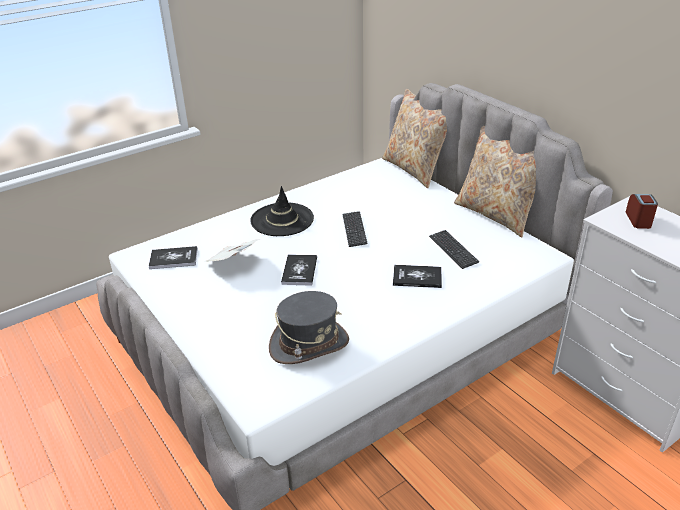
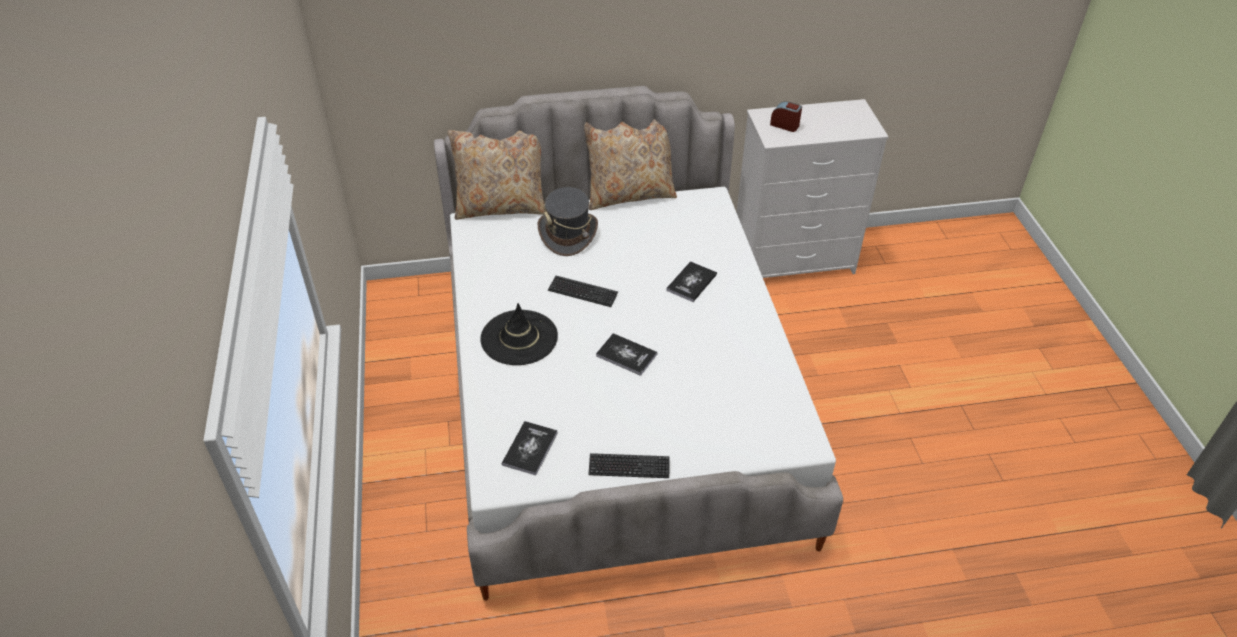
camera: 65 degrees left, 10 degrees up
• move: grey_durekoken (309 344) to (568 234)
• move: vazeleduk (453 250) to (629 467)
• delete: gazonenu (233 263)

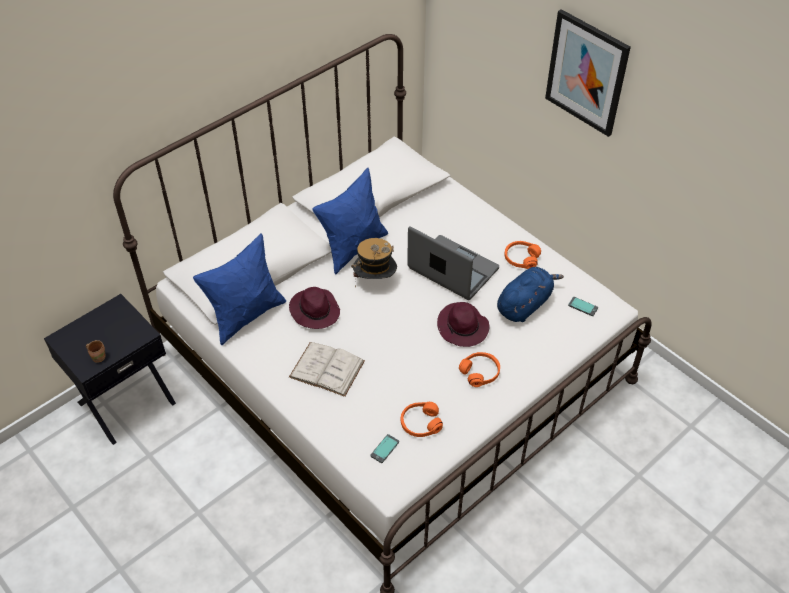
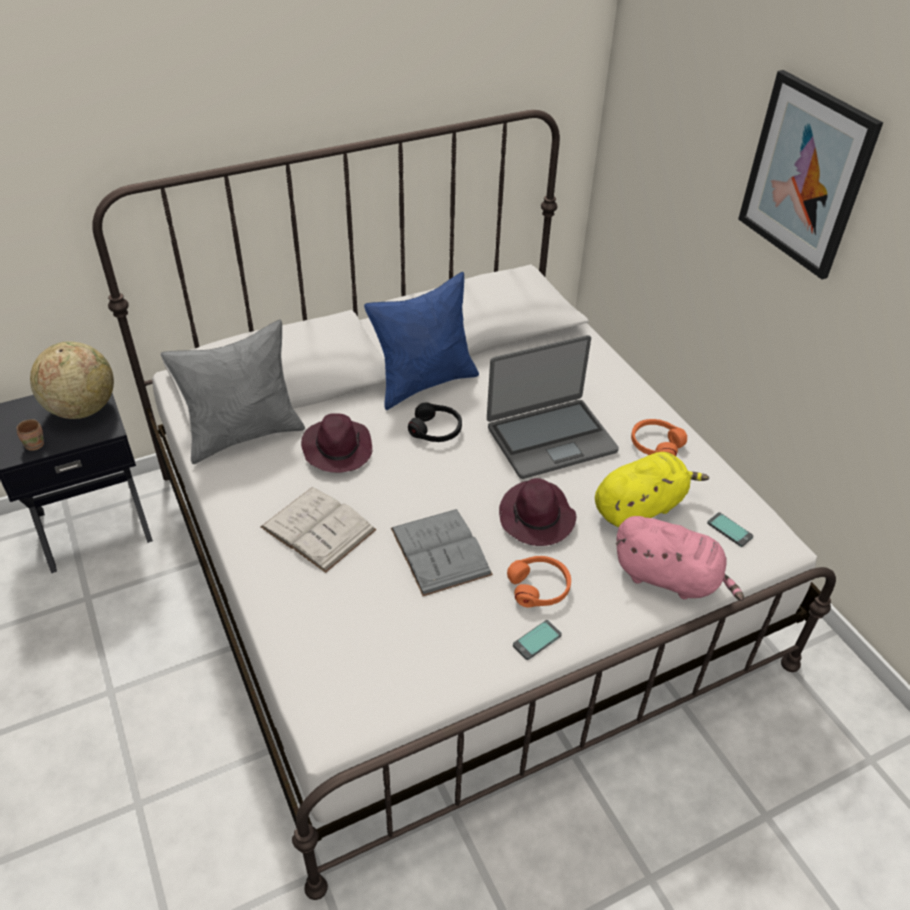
camera: 15 degrees right, 5 degrees down
• insert: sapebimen (82 409)
• recolor: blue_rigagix (246 315) to grey_rigagix (244 435)
• insert: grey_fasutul (440 551)
• replace: durekoken (375 281) to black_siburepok (436 430)
• rotate: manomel (452 269) = (550 438) 105 degrees clockwise
• move: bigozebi (385 449) to (537 640)
• recolor: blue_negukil (525 305) to yellow_negukil (640 507)
• insert: pink_negukil (670 578)
• delete: orange_siburepok (420 423)

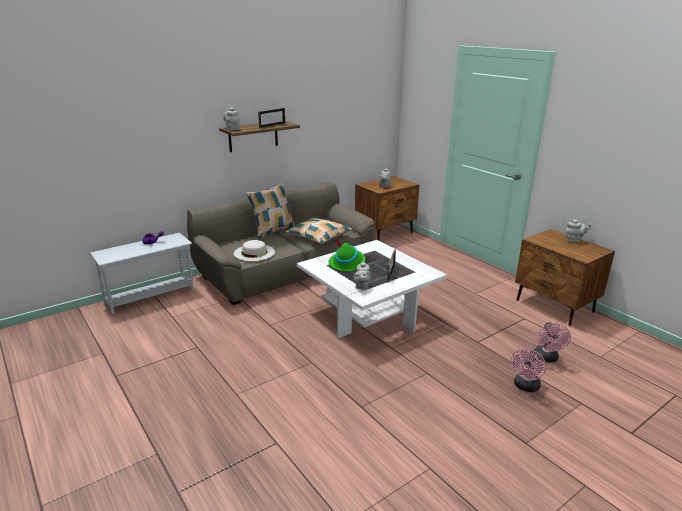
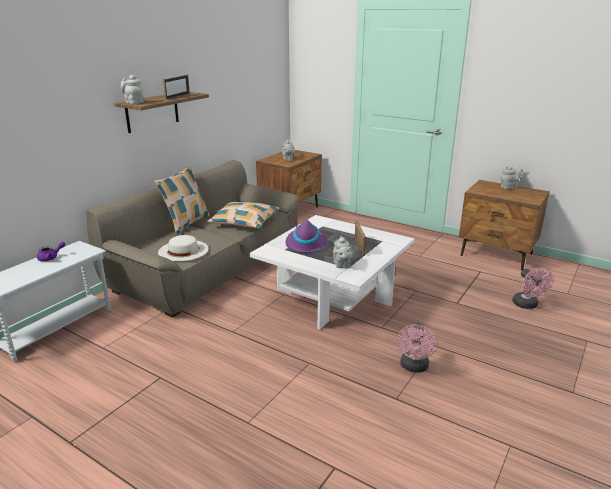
camera: 20 degrees left, 0 degrees up
• recolor: green_durekoken (347 263) to purple_durekoken (305 244)
• move: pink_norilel (525 387) to (414 367)

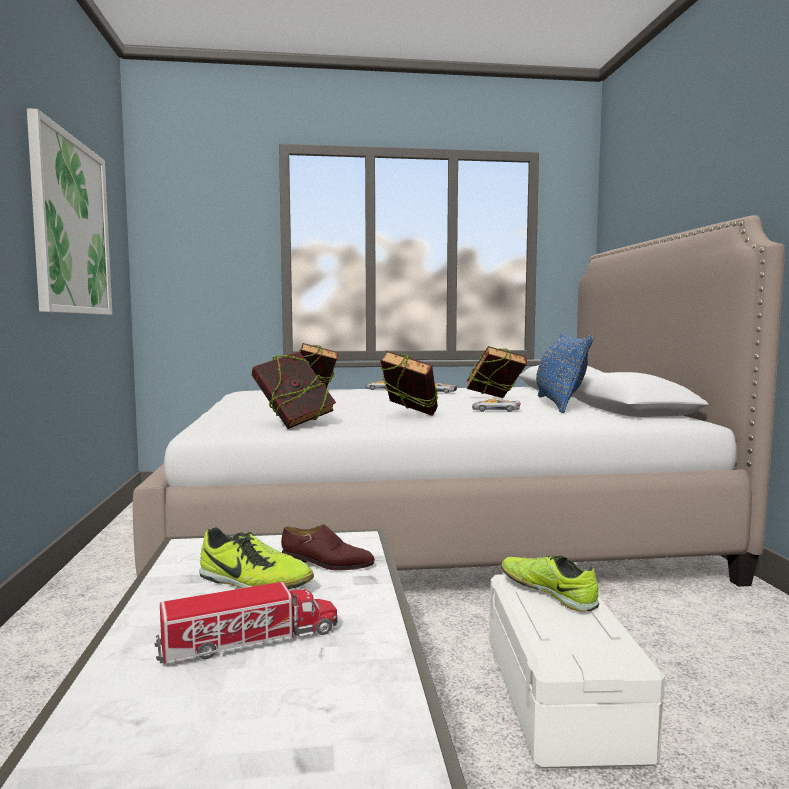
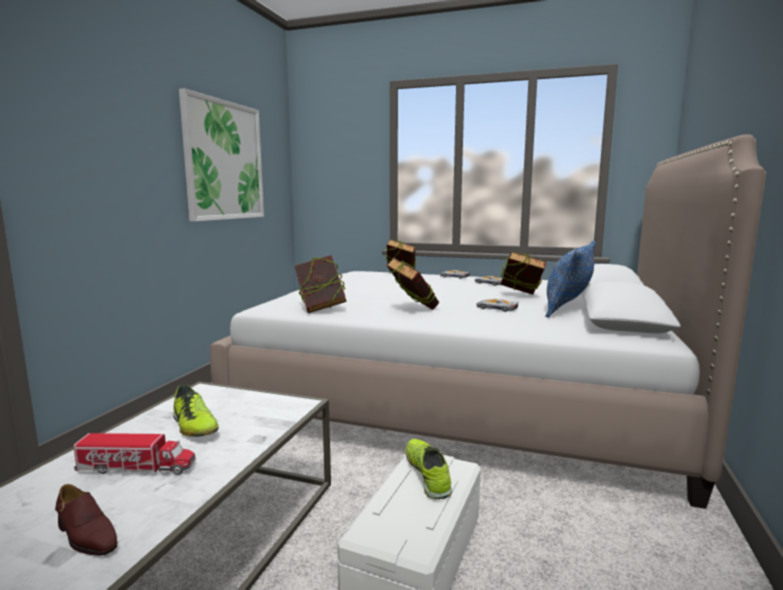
camera: 25 degrees right, 5 degrees up
• move: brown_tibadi (327 564) to (86 536)

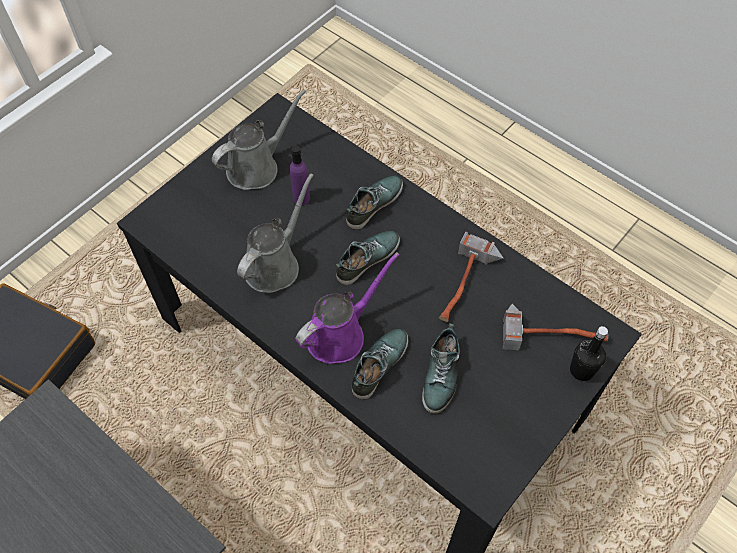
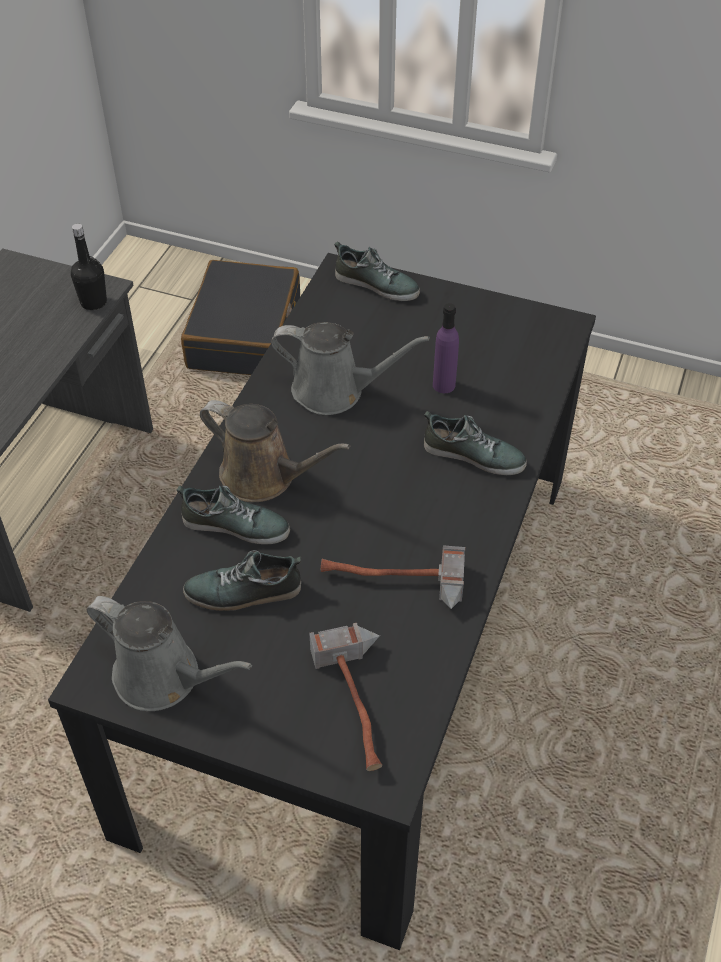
camera: 70 degrees right, 10 degrees down
• move: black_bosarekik (581 370) to (93 302)
• move: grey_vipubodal (257 167) to (164 677)
• recolor: purple_vipubodal (340 334) to brown_vipubodal (264 477)
• move: tibadi (367 259) to (377 284)

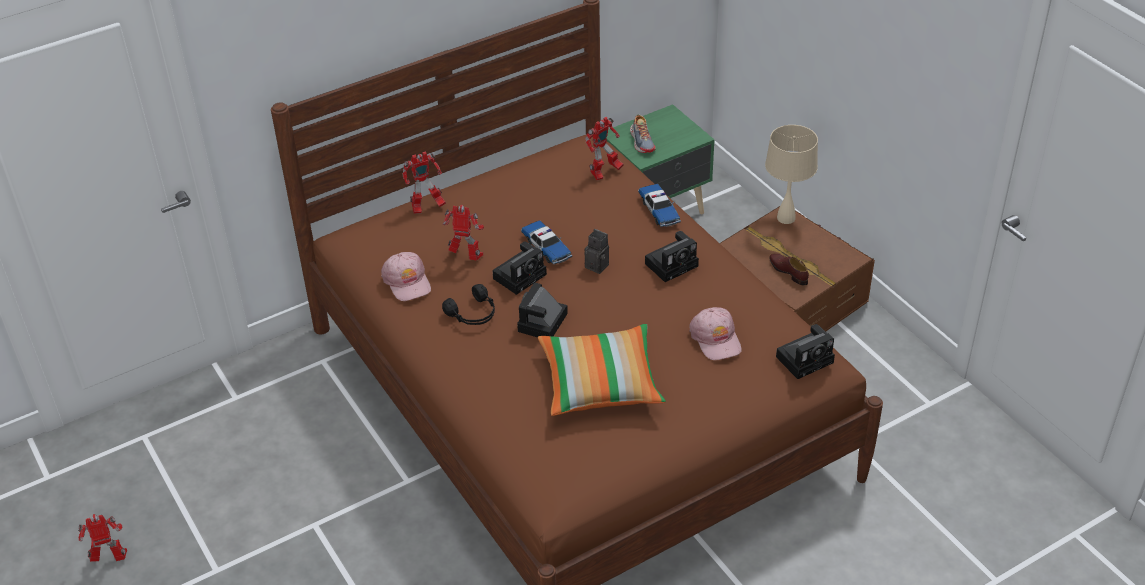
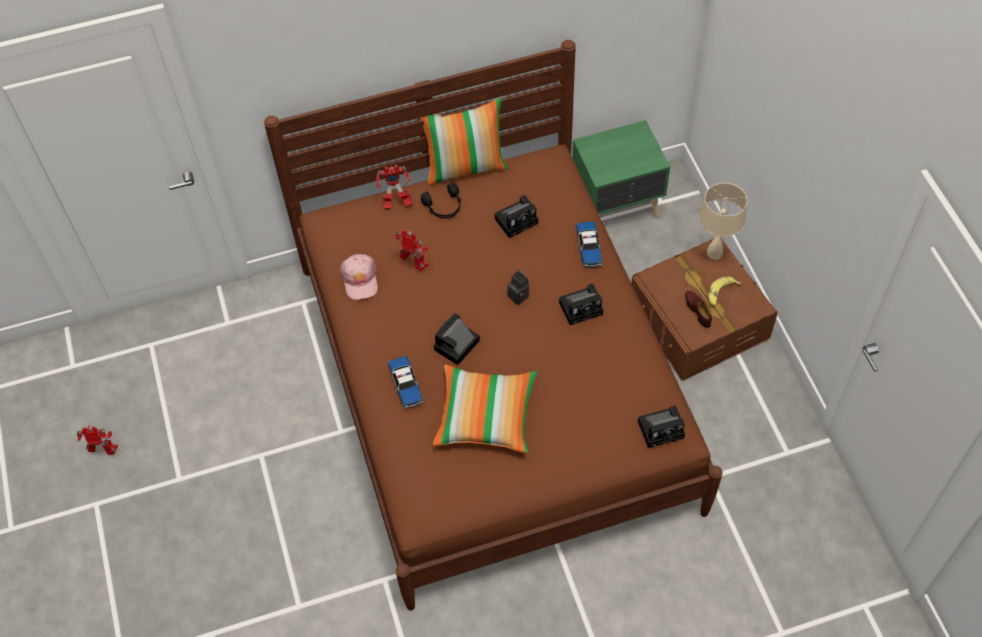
camera: 15 degrees right, 15 degrees up
• move: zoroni (546 247) to (406 385)
• insert: rigagix (465 167)
• move: black_siburepok (473 314) to (444 207)
• move: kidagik (521 275) to (517 220)
• insert: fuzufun (721 294)
• delete: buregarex (604 173)
• delete: tibadi (642 141)
• delete: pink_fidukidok (716 339)

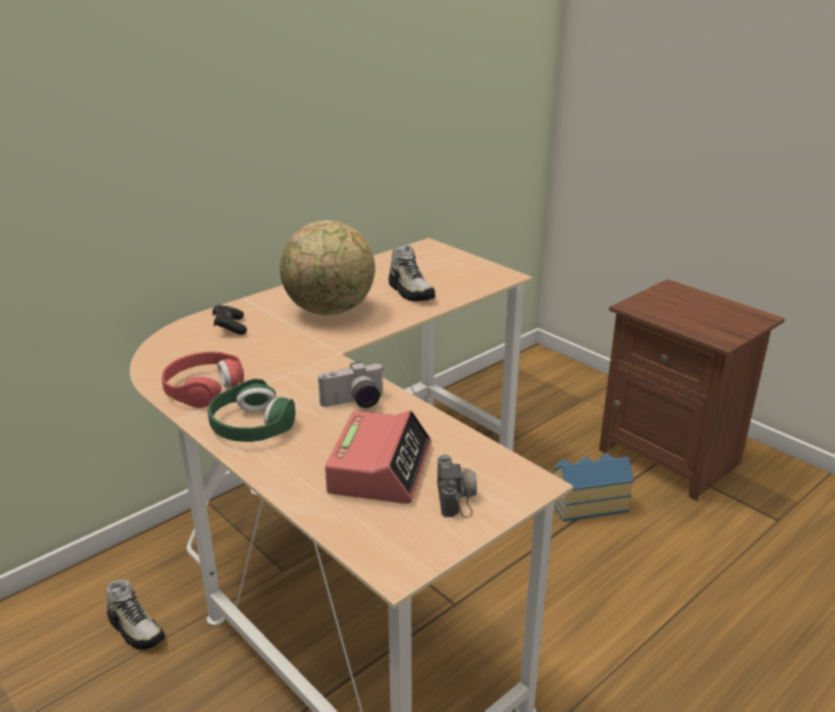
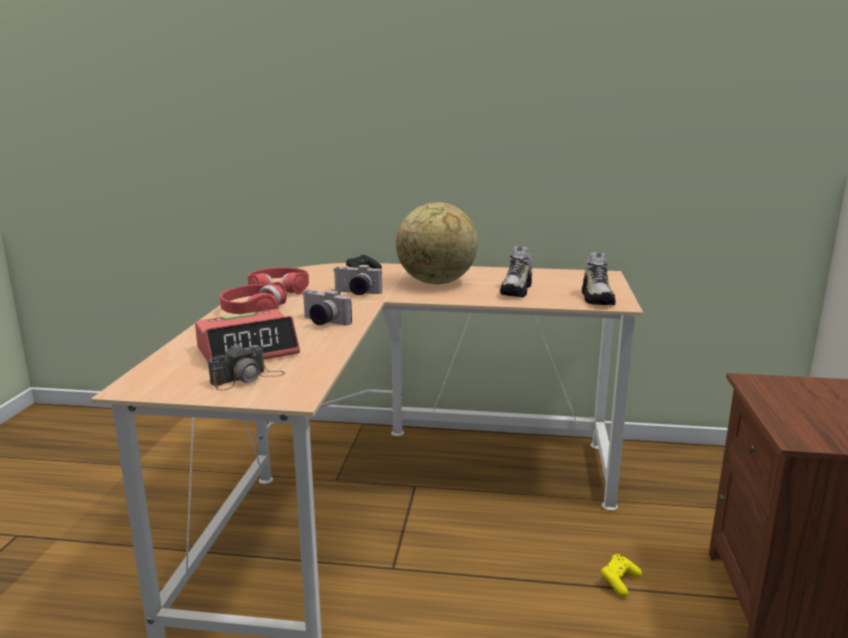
camera: 50 degrees right, 10 degrees down
• recolor: green_siburepok (251 425) to red_siburepok (253 310)
• insert: kidagik (356 293)
• move: tibadi (136 629) to (597 298)
• replace: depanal (587 503) to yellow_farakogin (619 581)

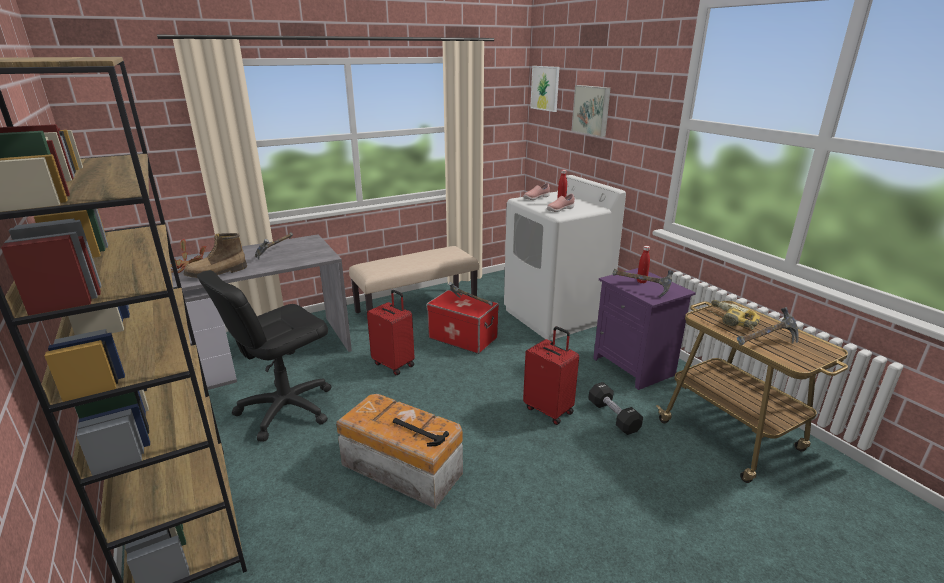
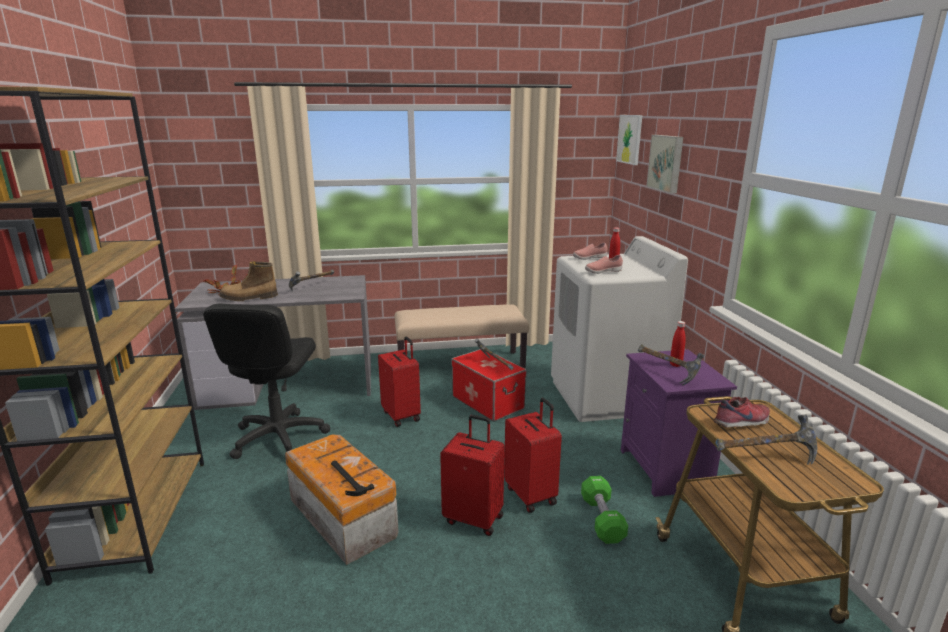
camera: 20 degrees right, 5 degrees down
• rotate: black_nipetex (286 409) = (278 437) 60 degrees counterclockwise
• insert: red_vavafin (474 518)
• recolor: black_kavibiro (613 416) to green_kavibiro (602 519)
• replace: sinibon (730 320) to tibadi (742 422)

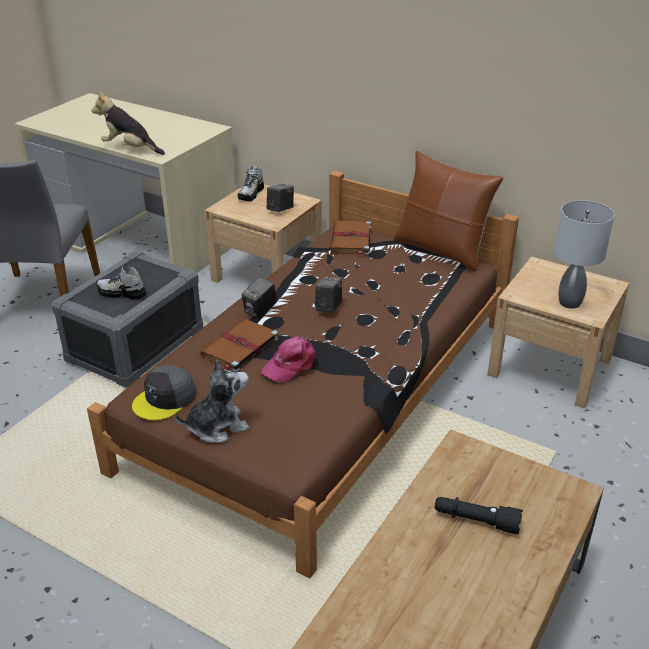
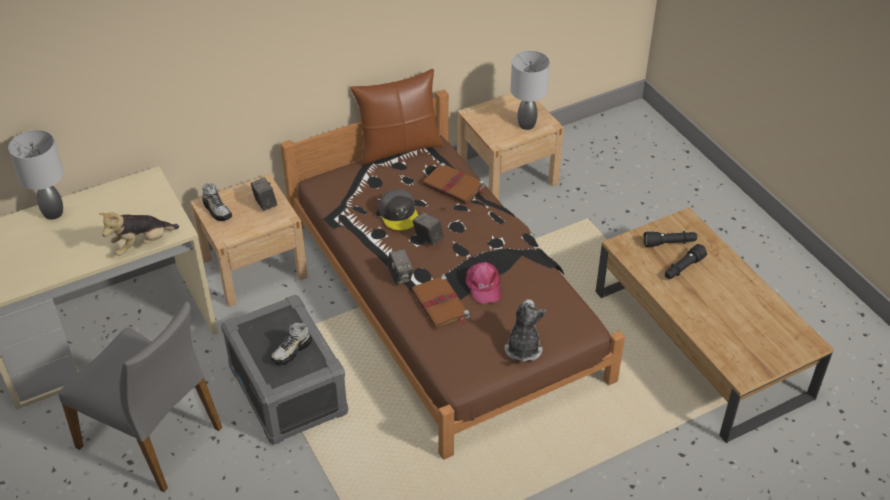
camera: 60 degrees left, 10 degrees up
• insert: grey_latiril (53 213)
• move: grey_fidukidok (165 399) to (399 214)
• move: brown_fasutul (351 240) to (454 186)
• insert: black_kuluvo (669 243)

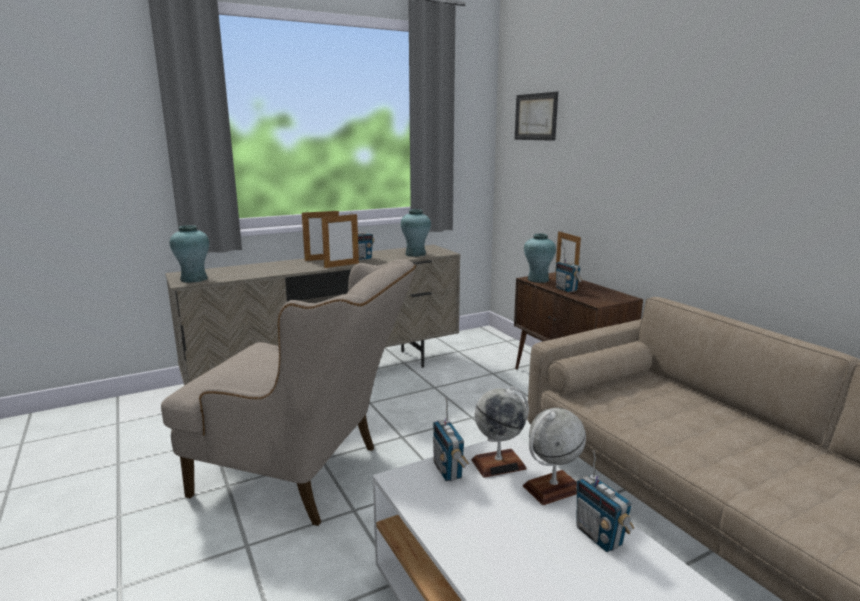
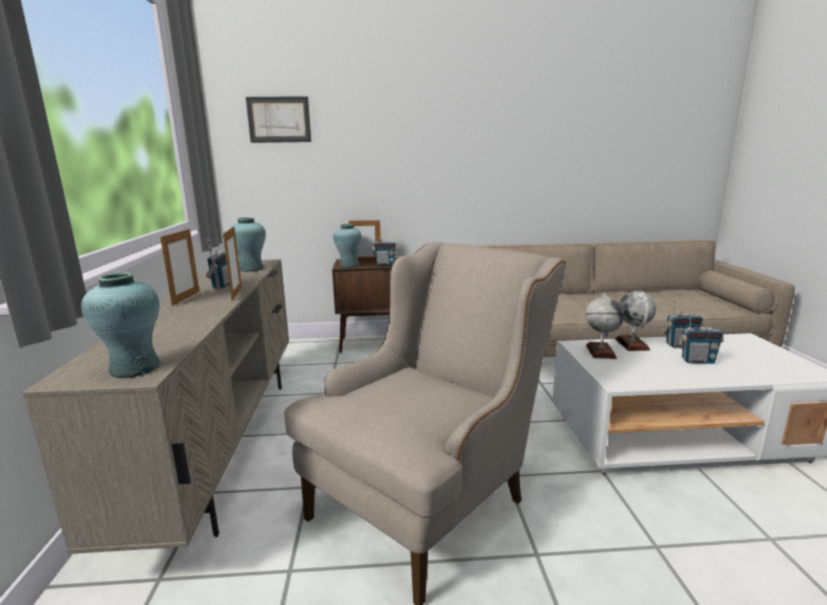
camera: 65 degrees left, 0 degrees up
• move: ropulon (448 470) to (697 361)

